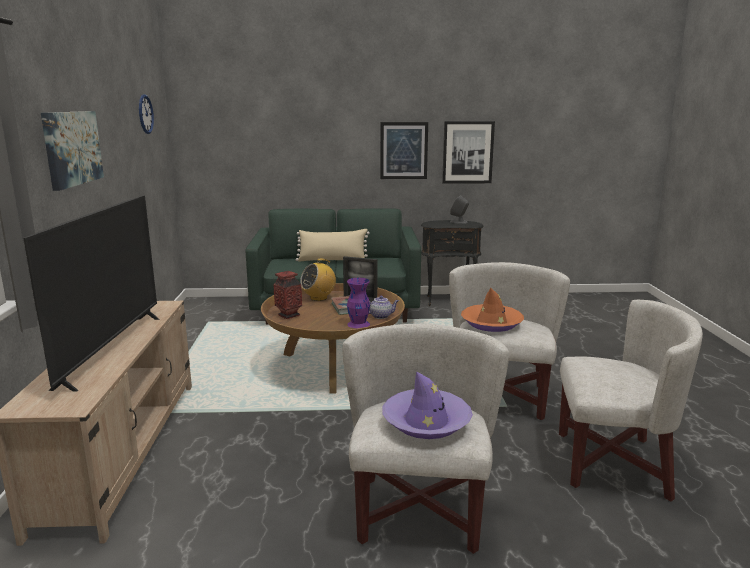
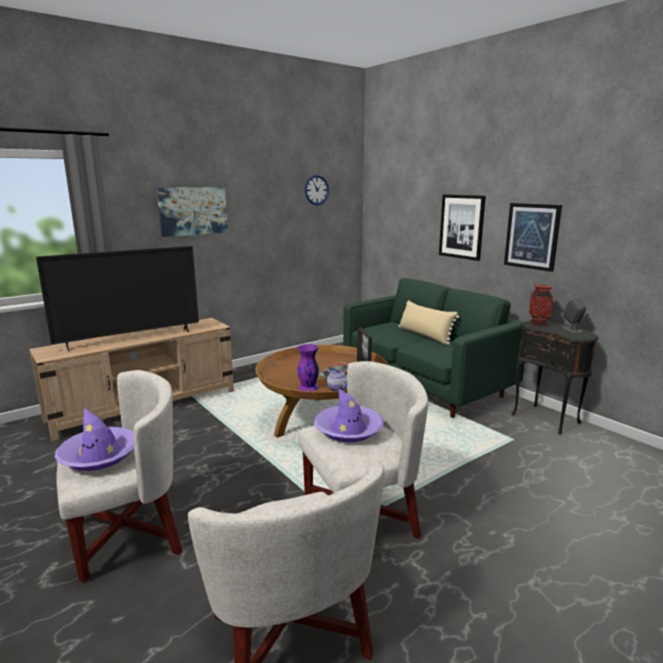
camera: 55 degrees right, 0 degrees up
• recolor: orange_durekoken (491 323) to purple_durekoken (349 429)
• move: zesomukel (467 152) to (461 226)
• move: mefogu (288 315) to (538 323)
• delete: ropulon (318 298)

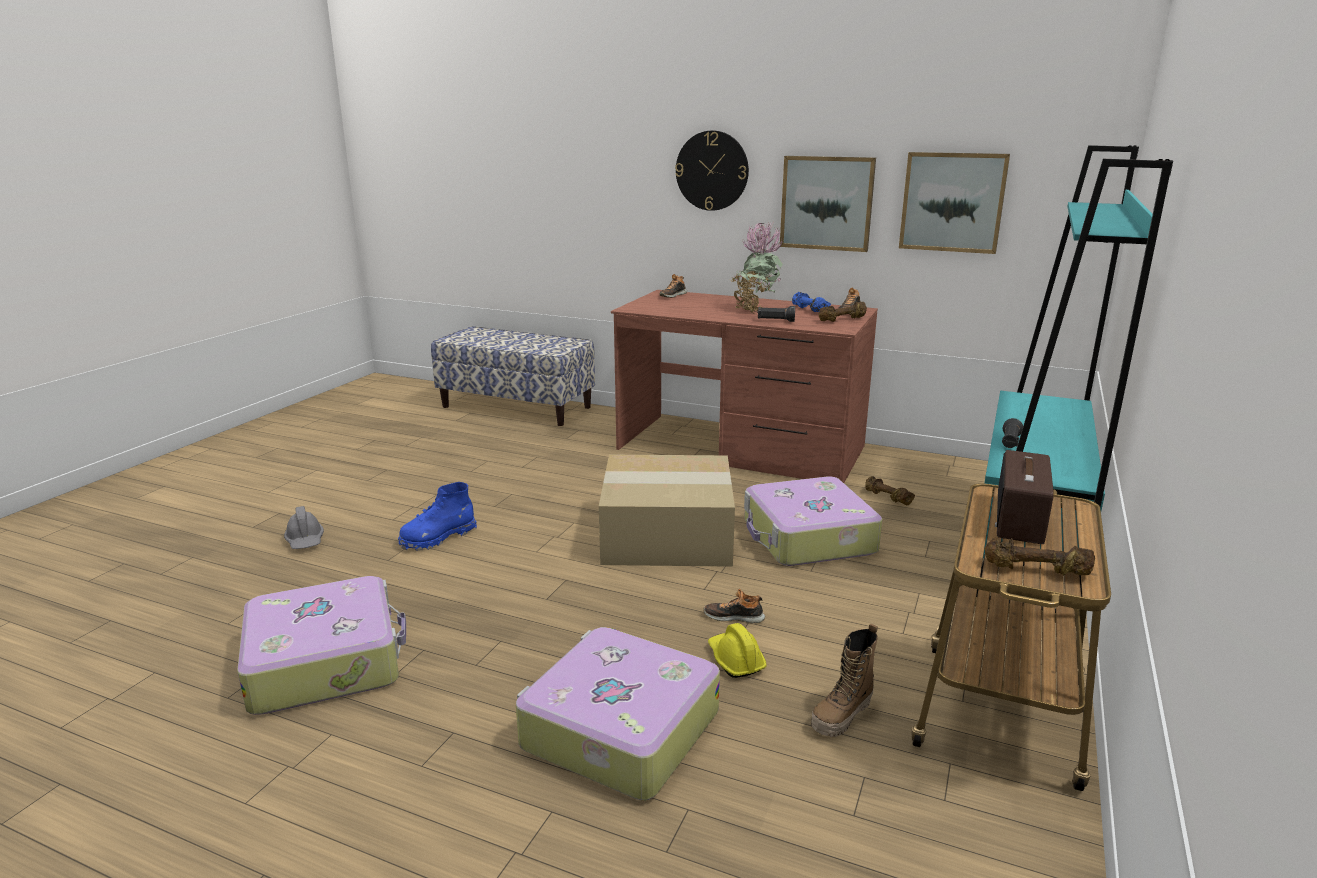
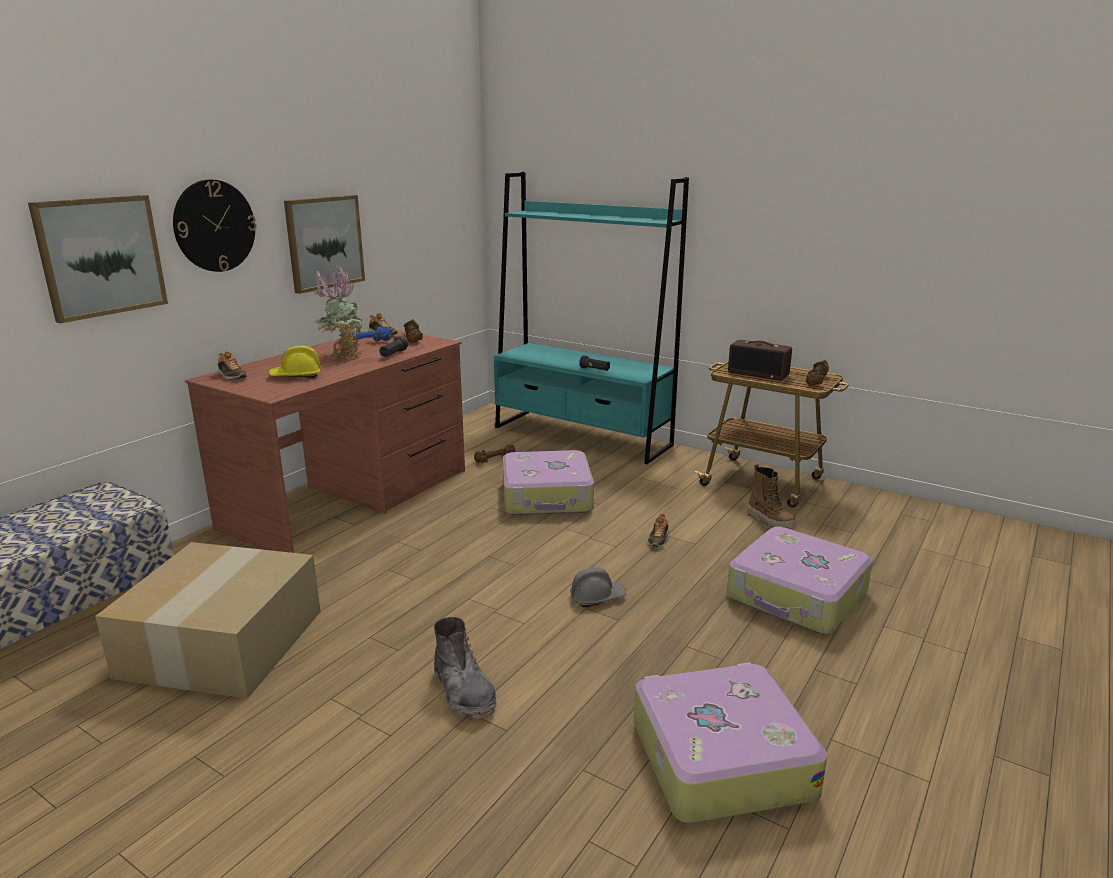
camera: 80 degrees left, 0 degrees up
• move: zesomukel (952 202) to (101 256)
• move: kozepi (669 533) to (221 641)
• move: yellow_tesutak (735 660) to (296 376)
• recolor: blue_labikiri (438 538) to grey_labikiri (464 691)
• move: grey_tesutak (305 540) to (597 597)

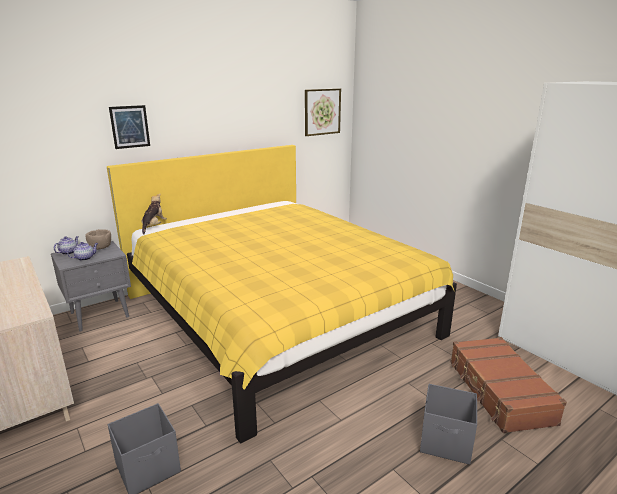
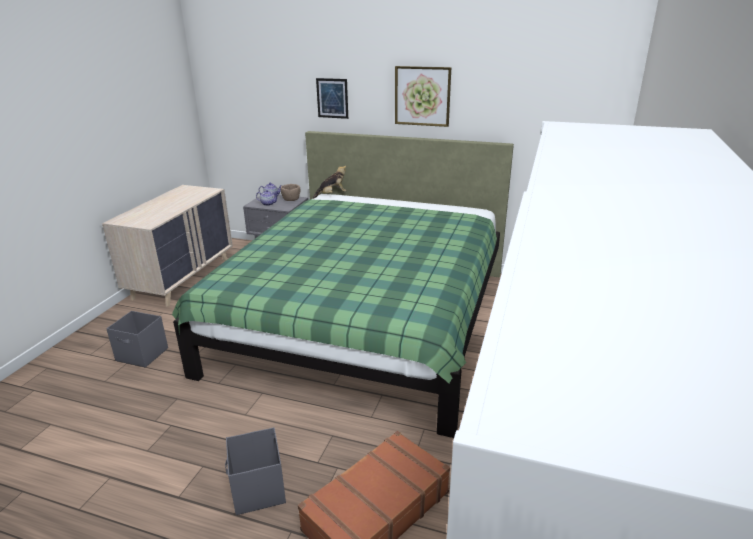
camera: 55 degrees right, 5 degrees up
• recolor: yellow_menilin (276 316) to green_menilin (364 319)
• move: zesomukel (322 112) to (422 96)

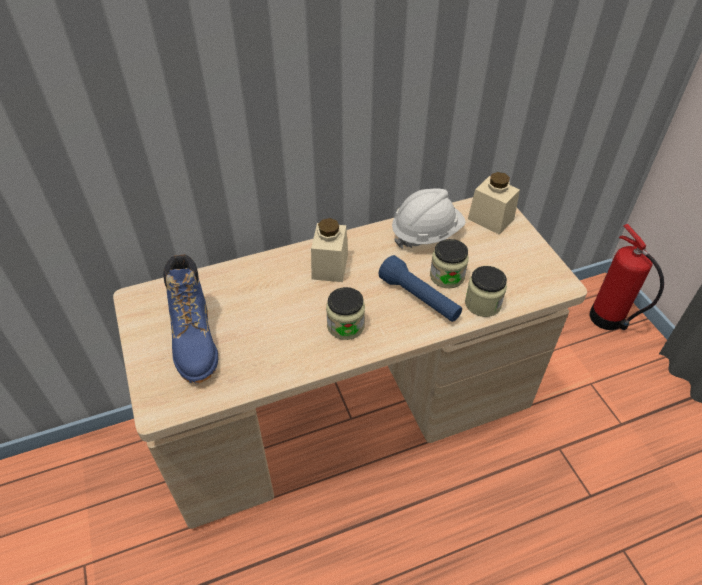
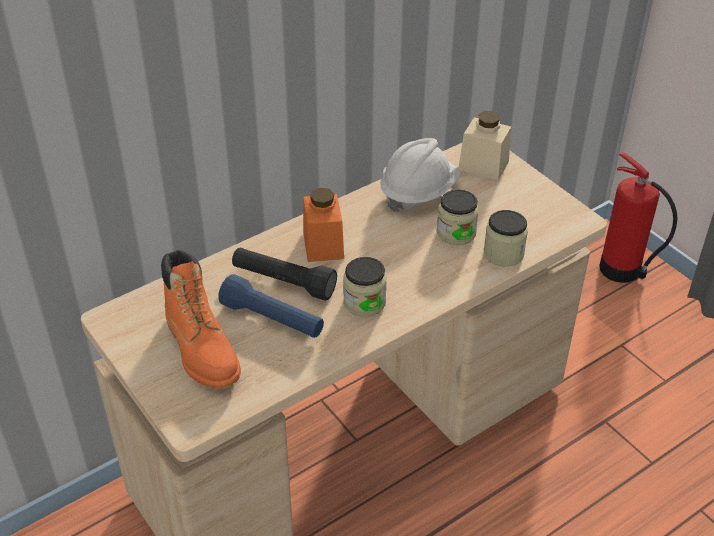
camera: 15 degrees left, 5 degrees down
• recolor: blue_labikiri (195 342) to orange_labikiri (202 350)
• move: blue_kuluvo (419 299) to (273 320)
• insert: black_kuluvo (283 282)
• recolor: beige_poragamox (330 266) to orange_poragamox (323 245)

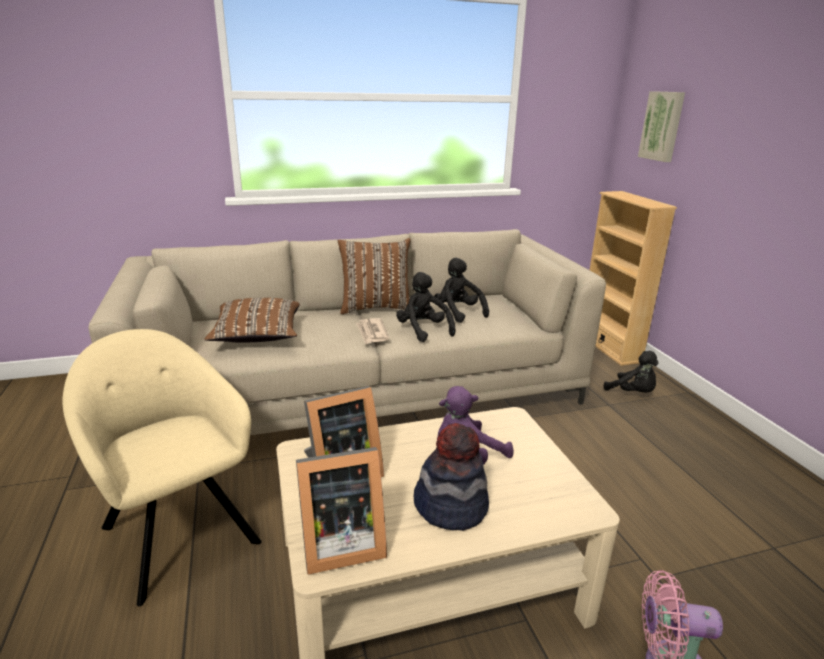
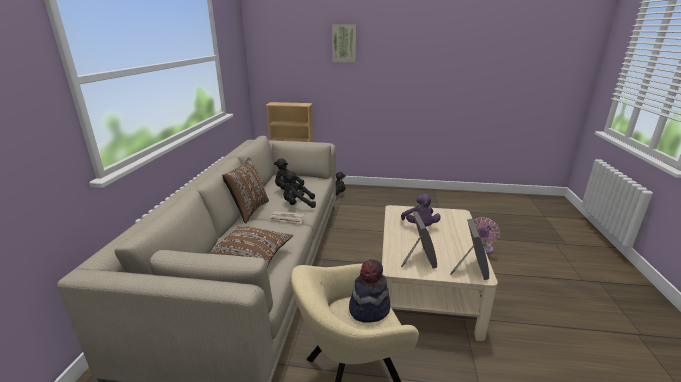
camera: 65 degrees left, 0 degrees up
• move: zesomukel (662 126) to (344 43)
• move: durekoken (450 506) to (369 308)

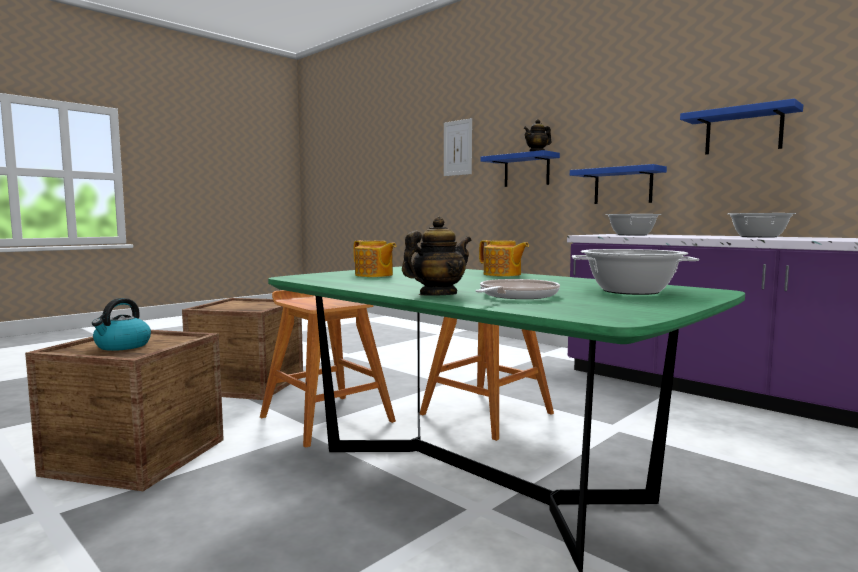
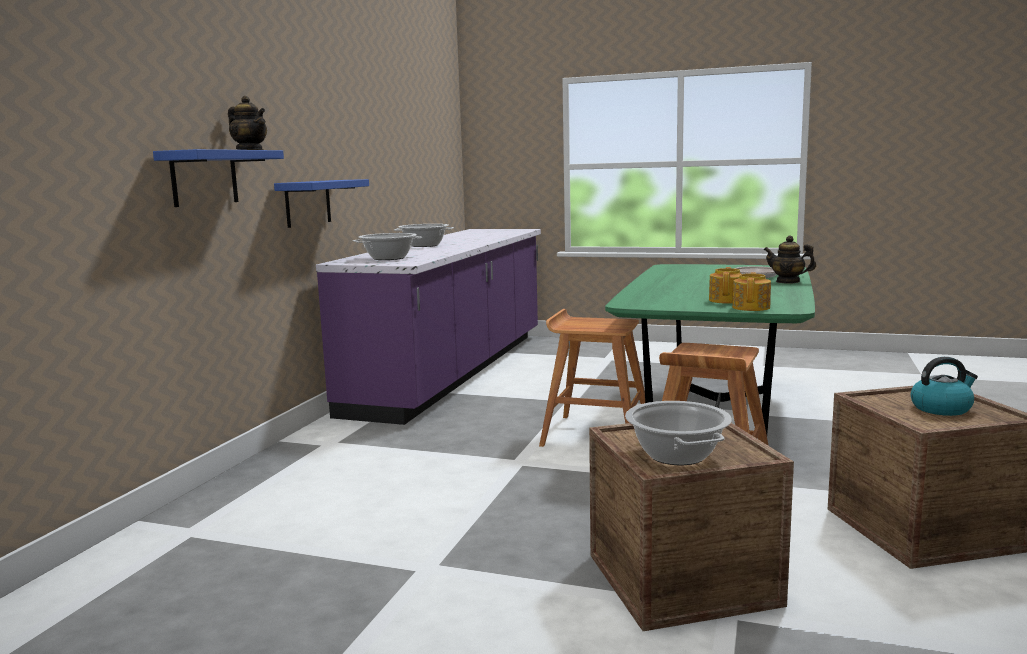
camera: 115 degrees left, 5 degrees up
• move: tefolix (630 291) to (677 455)
• move: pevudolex (502 274) to (751 307)
• delete: zesomukel (457 148)
• delete: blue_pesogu (743 131)

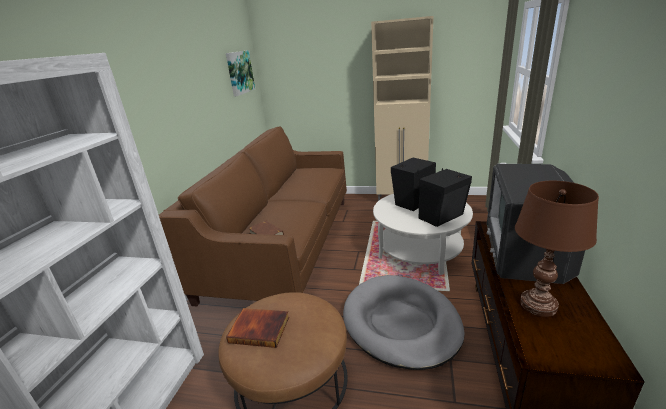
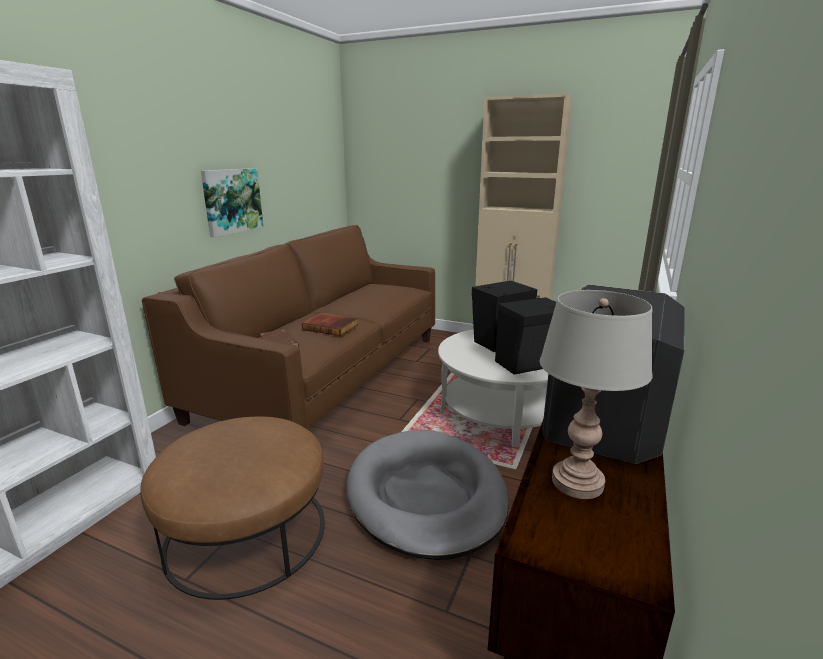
camera: 10 degrees right, 5 degrees down
• move: zesomukel (239 72) to (232 201)
• move: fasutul (260 329) to (331 327)
• recolor: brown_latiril (538 305) to grey_latiril (577 482)

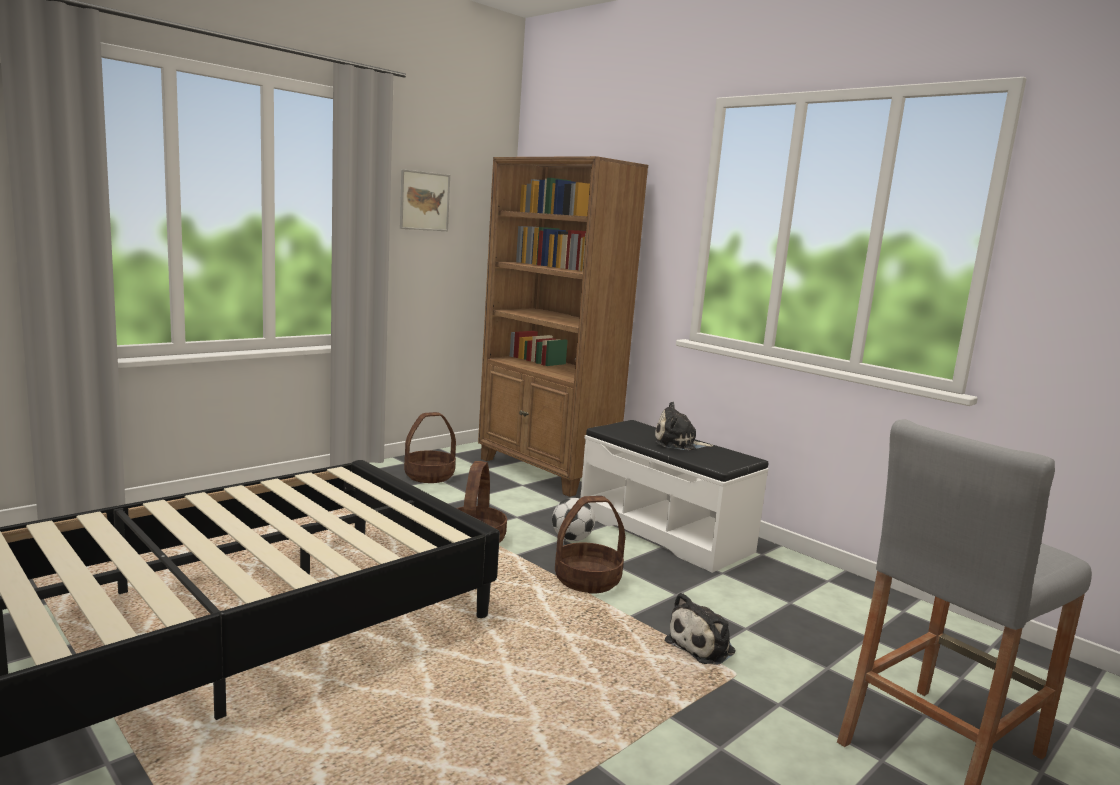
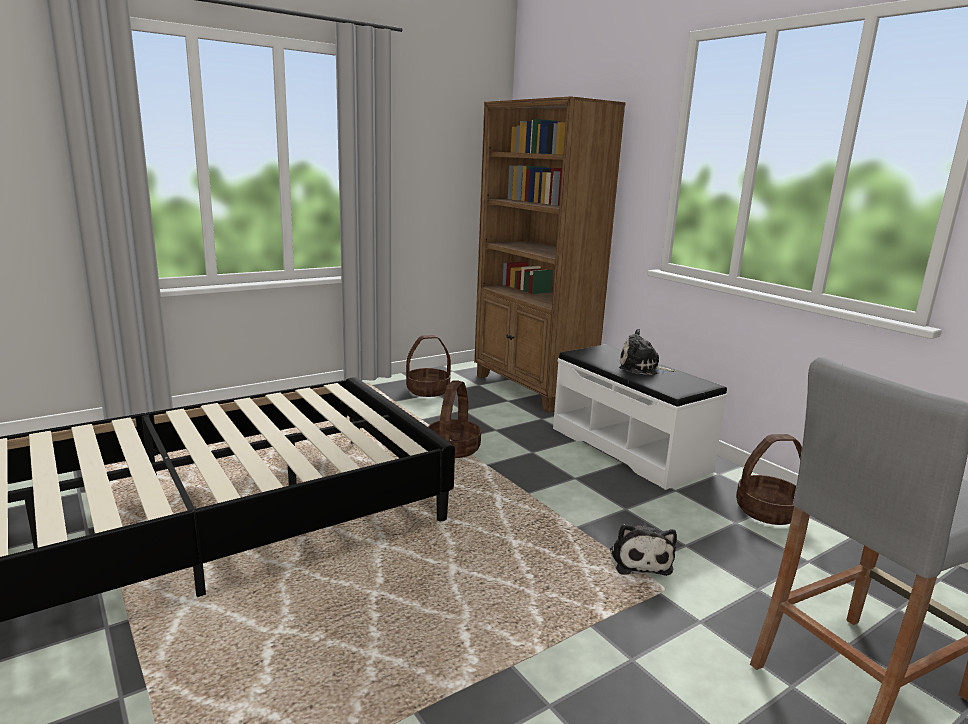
camera: 10 degrees right, 5 degrees up
• rotate: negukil (703 646) = (639 560) 60 degrees counterclockwise
• move: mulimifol (587 580) to (768 511)
• delete: zesomukel (424 201)
• delete: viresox (572 539)

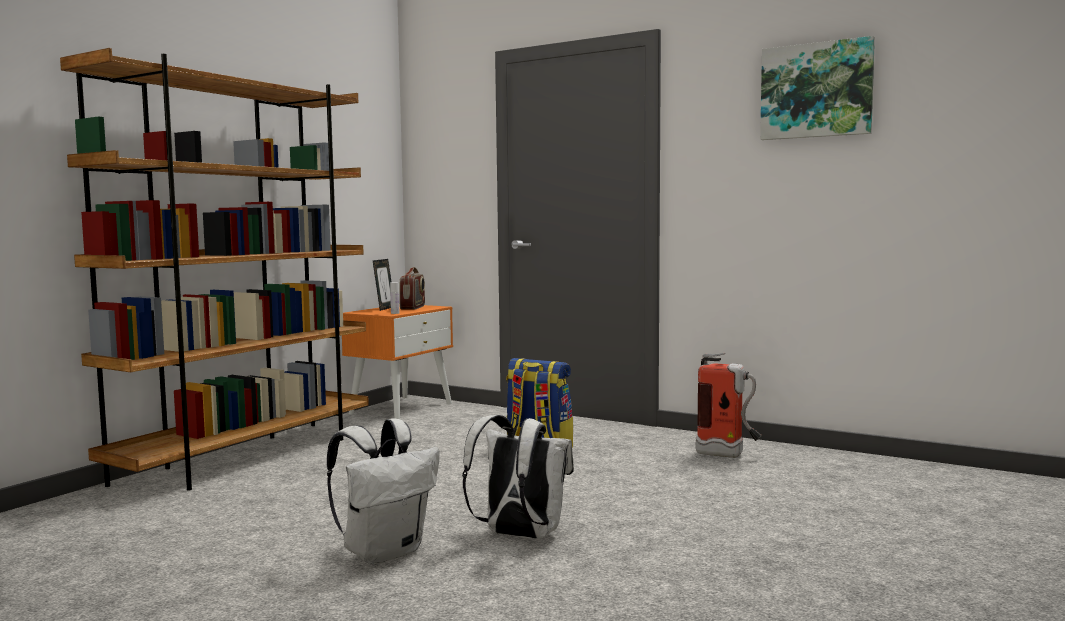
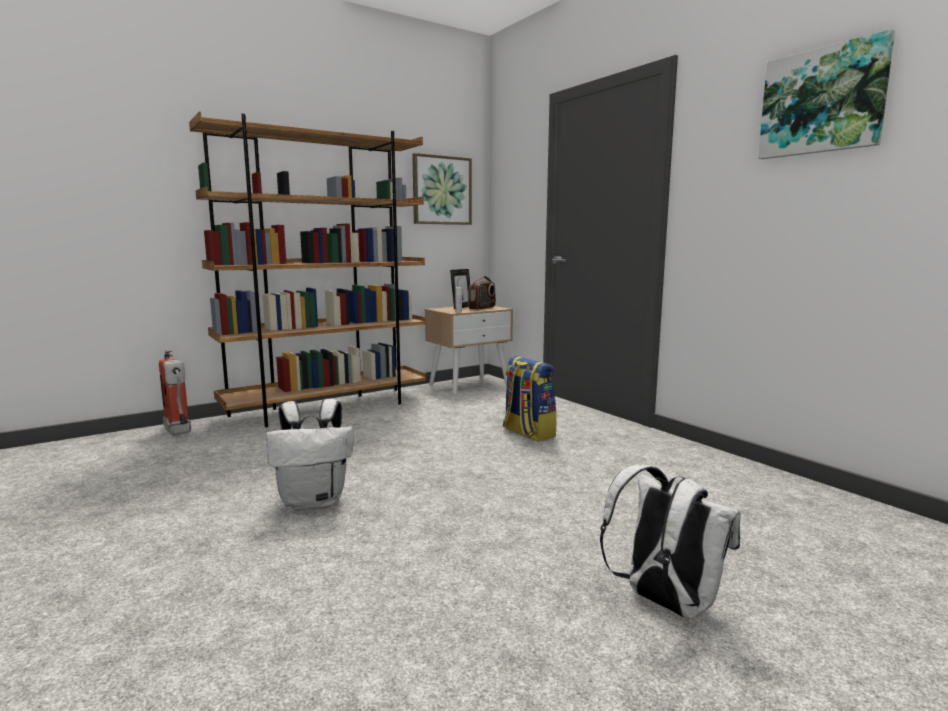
camera: 25 degrees right, 5 degrees up
• move: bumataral (728 455) to (179 433)
• insert: zesomukel (441 190)
• recolor: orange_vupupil (401 408) to beige_vupupil (469 384)
• move: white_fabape (519 536) to (664 603)

